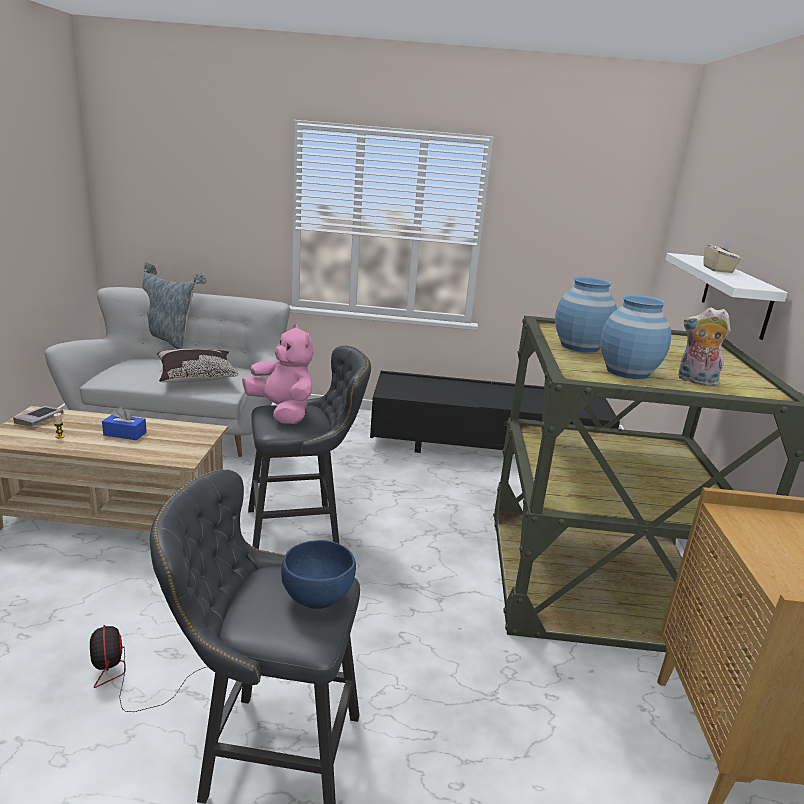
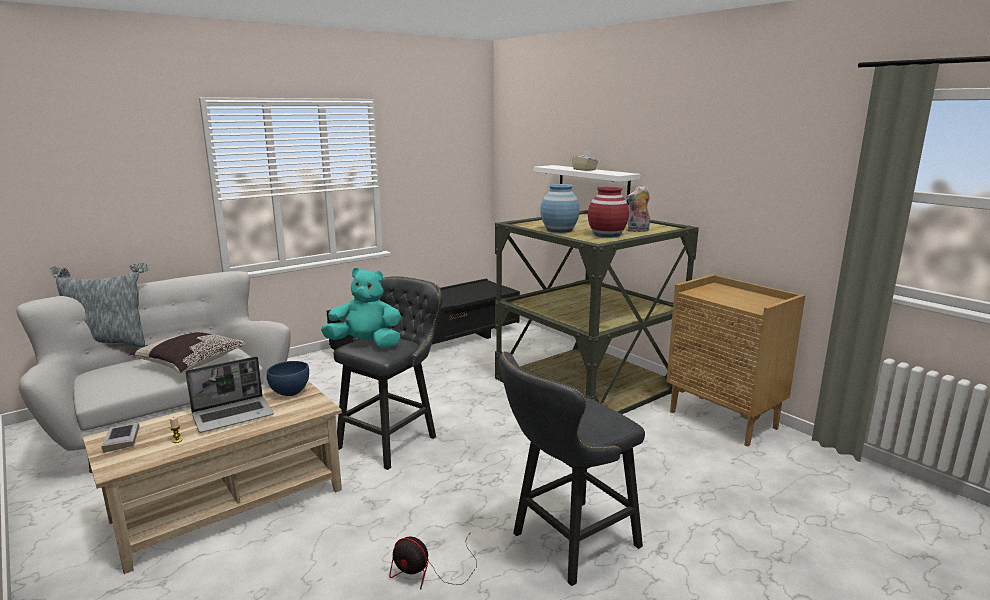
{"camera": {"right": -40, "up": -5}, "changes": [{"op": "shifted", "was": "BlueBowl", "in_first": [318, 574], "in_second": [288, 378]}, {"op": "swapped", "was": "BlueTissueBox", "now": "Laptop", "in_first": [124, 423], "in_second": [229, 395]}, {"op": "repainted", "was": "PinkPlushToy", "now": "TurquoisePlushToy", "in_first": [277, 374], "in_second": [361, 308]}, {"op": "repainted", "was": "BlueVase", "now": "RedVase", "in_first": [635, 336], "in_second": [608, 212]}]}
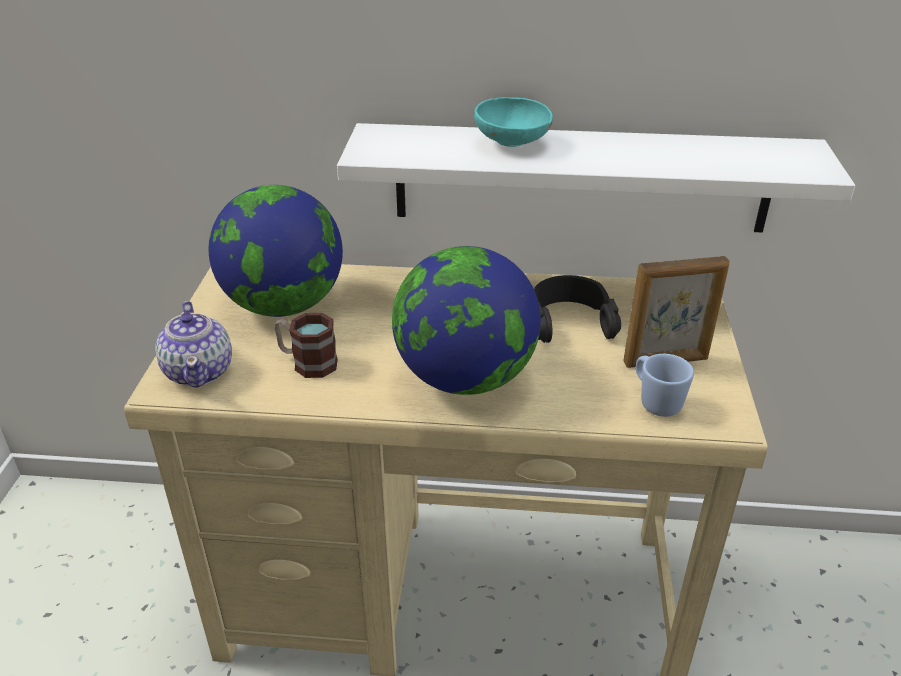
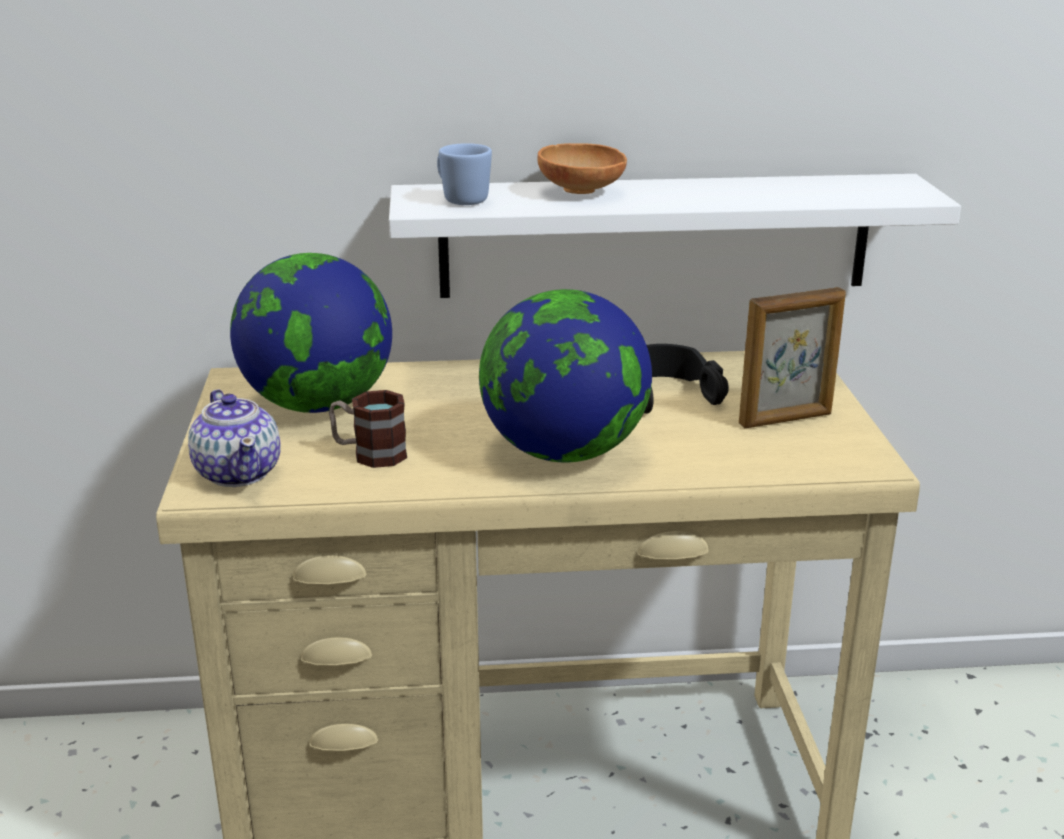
{"camera": {"right": -10, "up": -10}, "changes": [{"op": "shifted", "was": "BlueMug", "in_first": [665, 385], "in_second": [464, 174]}, {"op": "repainted", "was": "TurquoiseBowl", "now": "BrownBowl", "in_first": [513, 122], "in_second": [582, 168]}]}
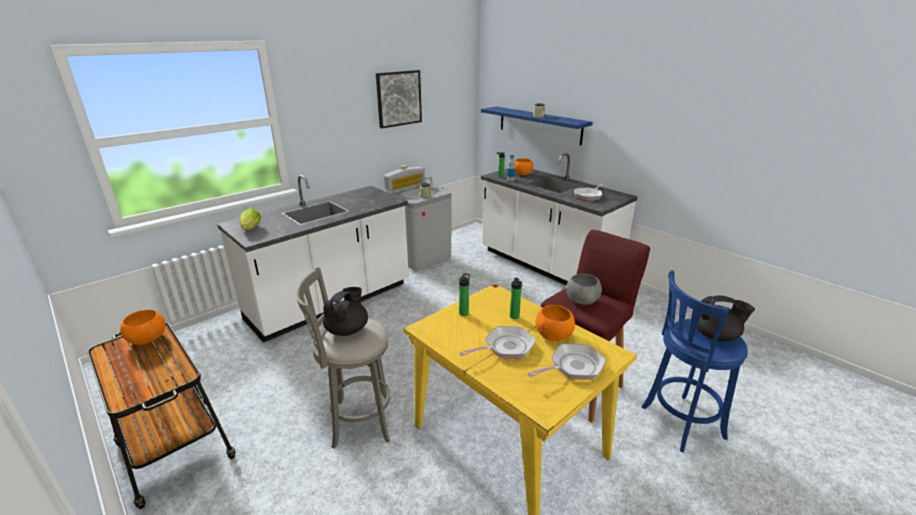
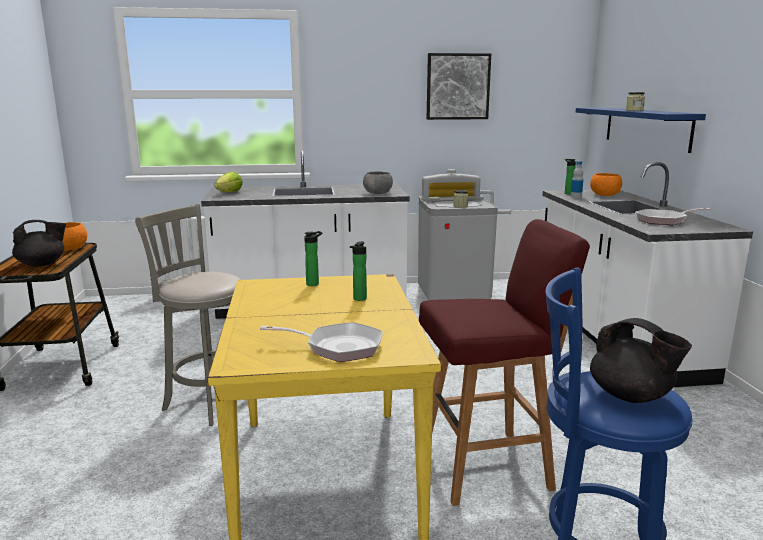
{"camera": {"right": 35, "up": -10}, "changes": [{"op": "gone", "was": "FryingPan", "in_first": [497, 342]}, {"op": "gone", "was": "OrangeBowl", "in_first": [555, 323]}, {"op": "shifted", "was": "BlackTeapot", "in_first": [345, 311], "in_second": [39, 243]}, {"op": "shifted", "was": "GreyBowl", "in_first": [584, 289], "in_second": [378, 182]}]}
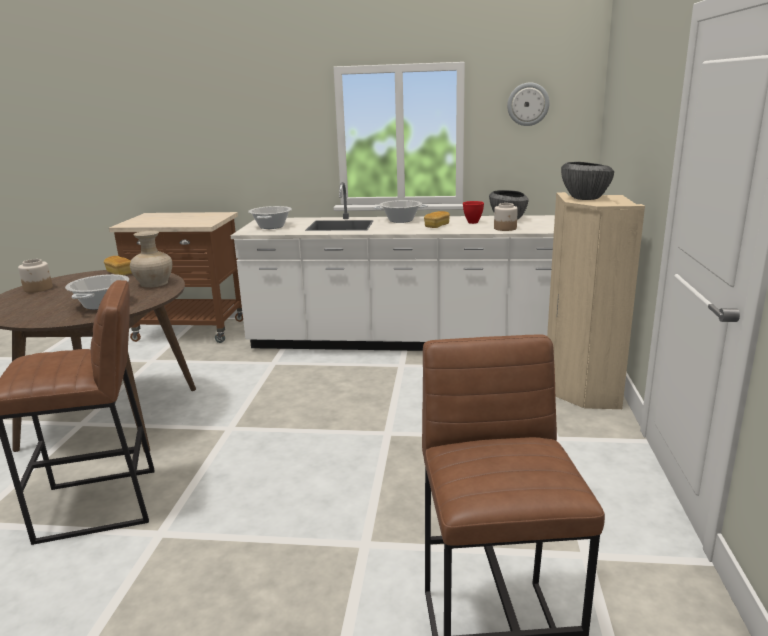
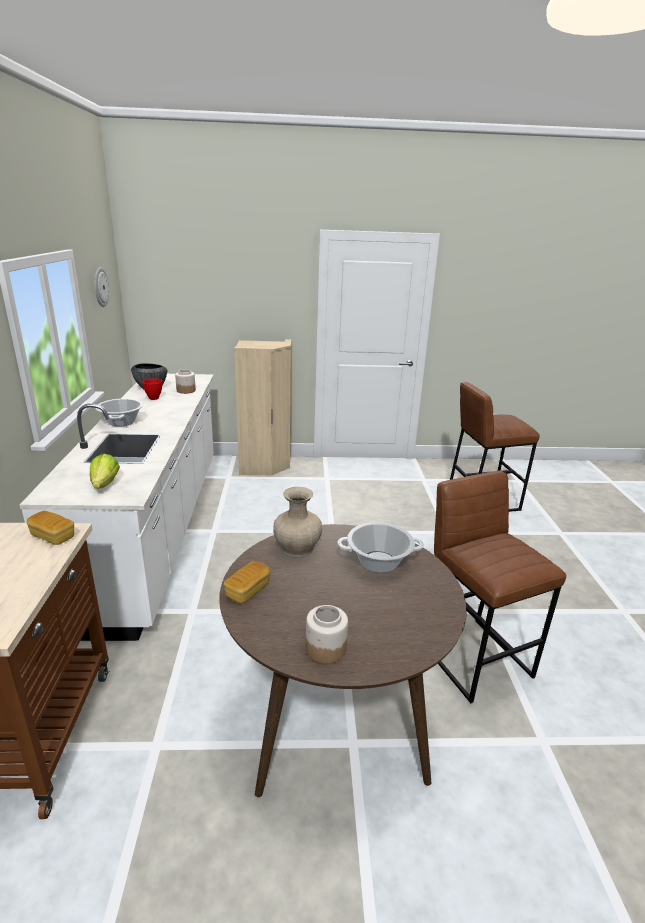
{"camera": {"right": -100, "up": 5}, "changes": [{"op": "gone", "was": "Bowl", "in_first": [587, 181]}, {"op": "shifted", "was": "Bread", "in_first": [437, 219], "in_second": [50, 528]}, {"op": "swapped", "was": "CookingPot", "now": "Lettuce", "in_first": [270, 217], "in_second": [105, 471]}]}
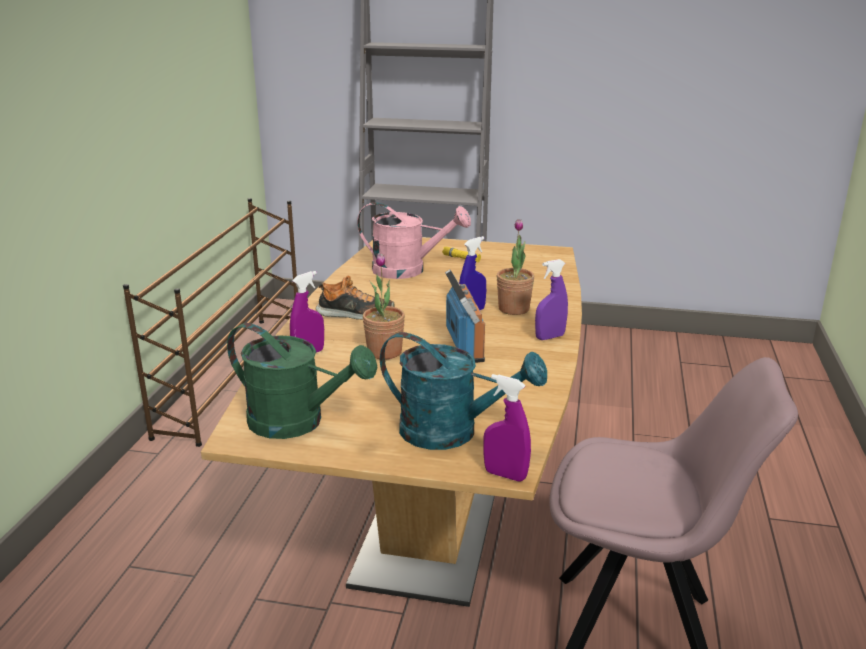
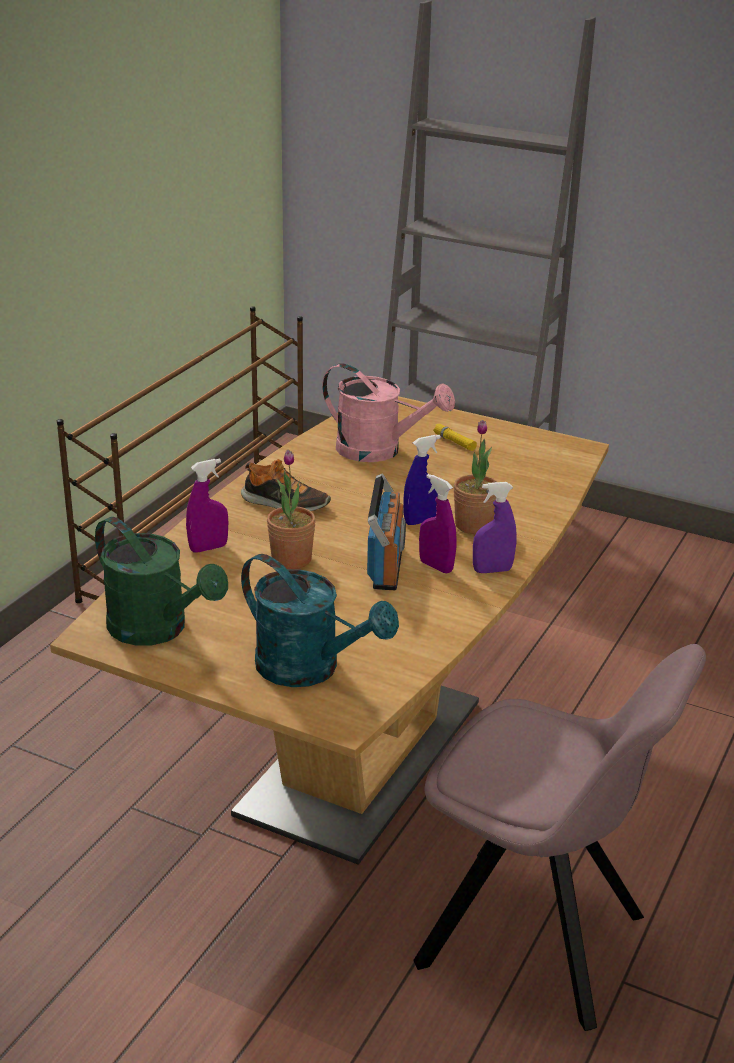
{"camera": {"right": 15, "up": 5}, "changes": [{"op": "shifted", "was": "PurpleSprayBottle", "in_first": [507, 427], "in_second": [437, 523]}]}
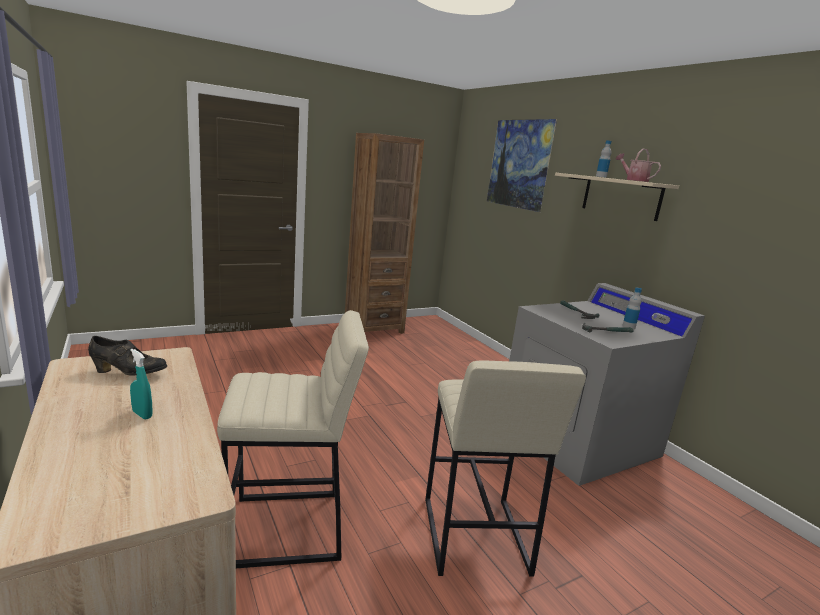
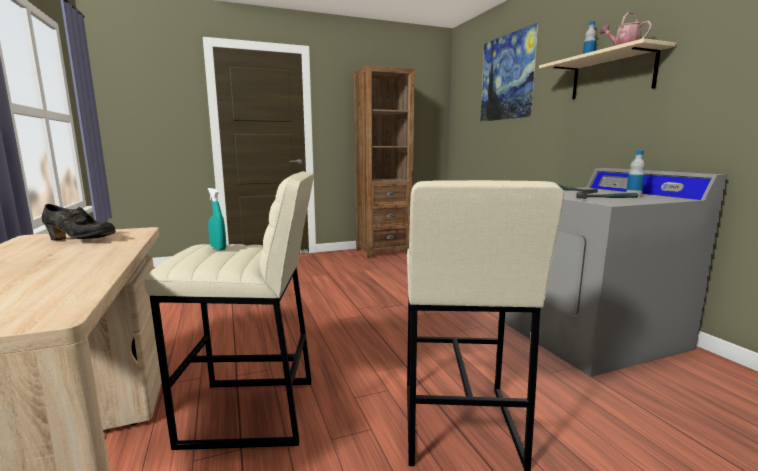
{"camera": {"right": 10, "up": -5}, "changes": [{"op": "shifted", "was": "TurquoiseSprayBottle", "in_first": [141, 384], "in_second": [217, 219]}]}
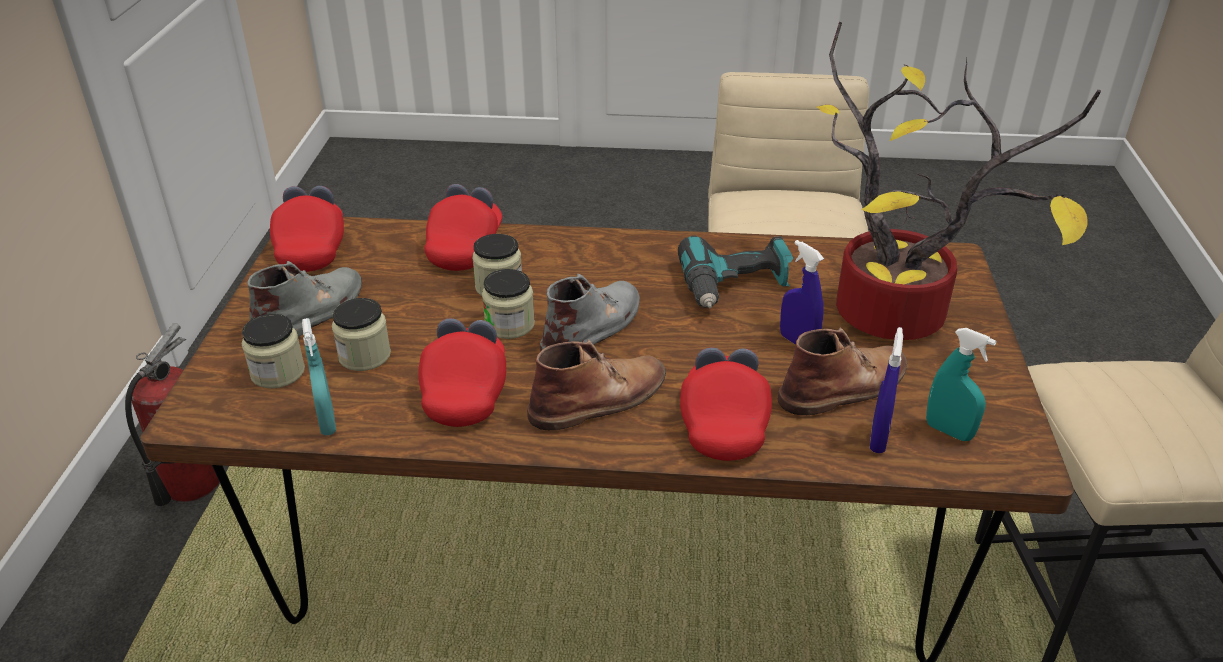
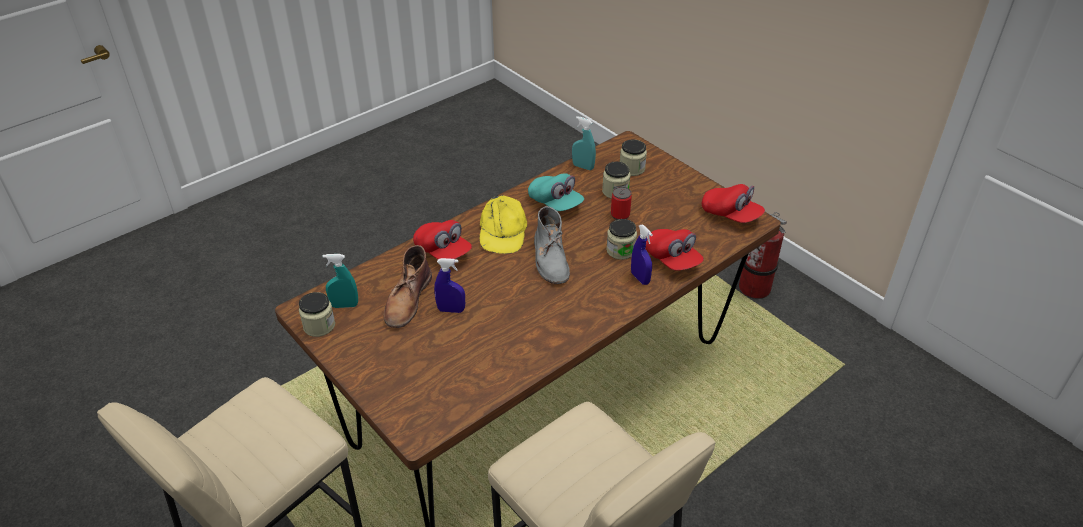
{"camera": {"right": 135, "up": 5}, "changes": [{"op": "gone", "was": "GreyBoot", "in_first": [304, 299]}, {"op": "gone", "was": "PowerDrill", "in_first": [735, 271]}, {"op": "gone", "was": "PottedPlant", "in_first": [959, 181]}, {"op": "new", "now": "Can", "in_second": [621, 203]}, {"op": "shifted", "was": "Jar", "in_first": [508, 304], "in_second": [317, 314]}, {"op": "shifted", "was": "BlueSprayBottle", "in_first": [886, 390], "in_second": [642, 255]}, {"op": "swapped", "was": "BrownBoot", "now": "YellowCap", "in_first": [596, 385], "in_second": [503, 224]}, {"op": "repainted", "was": "RedCap", "now": "TurquoiseCap", "in_first": [462, 372], "in_second": [556, 192]}]}
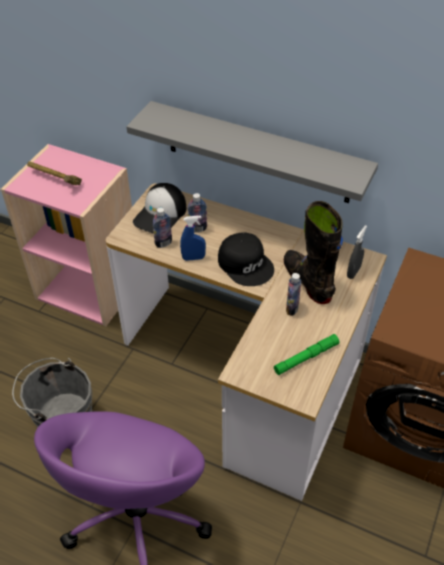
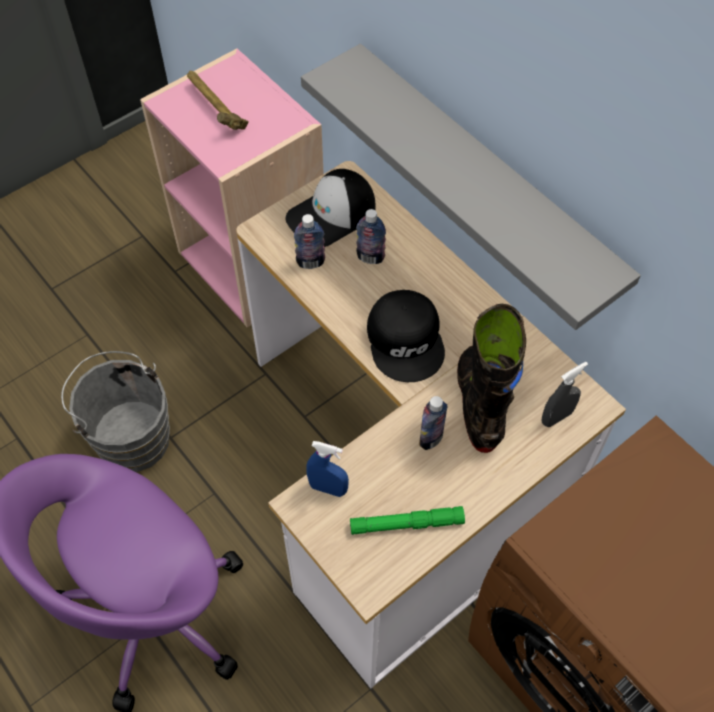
{"camera": {"right": 25, "up": 10}, "changes": [{"op": "shifted", "was": "BlueSprayBottle", "in_first": [193, 238], "in_second": [327, 469]}]}
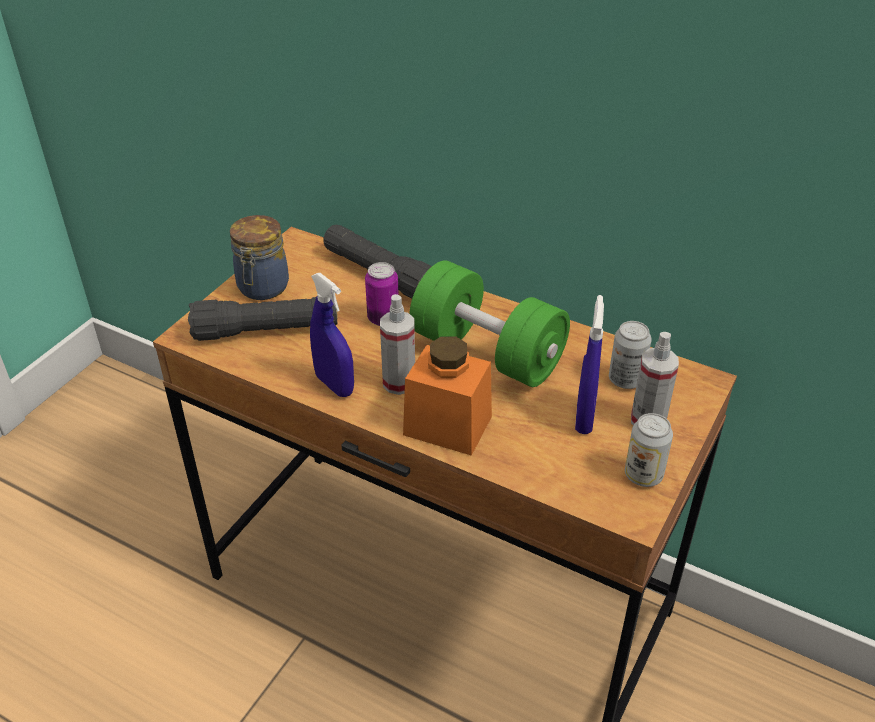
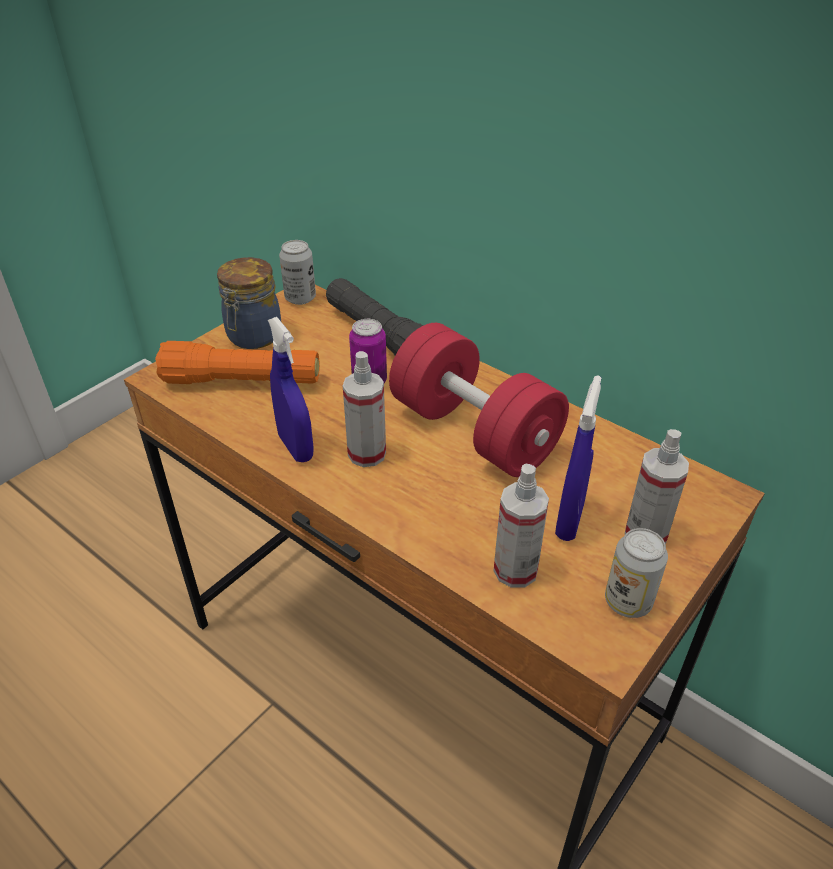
{"camera": {"right": 10, "up": 0}, "changes": [{"op": "gone", "was": "OrangeJar", "in_first": [447, 396]}, {"op": "new", "now": "SprayBottle", "in_second": [521, 526]}, {"op": "shifted", "was": "Can", "in_first": [630, 355], "in_second": [297, 272]}, {"op": "repainted", "was": "BlackFlashlight", "now": "OrangeFlashlight", "in_first": [263, 319], "in_second": [237, 362]}, {"op": "repainted", "was": "GreenDumbbell", "now": "RedDumbbell", "in_first": [490, 323], "in_second": [479, 400]}]}
